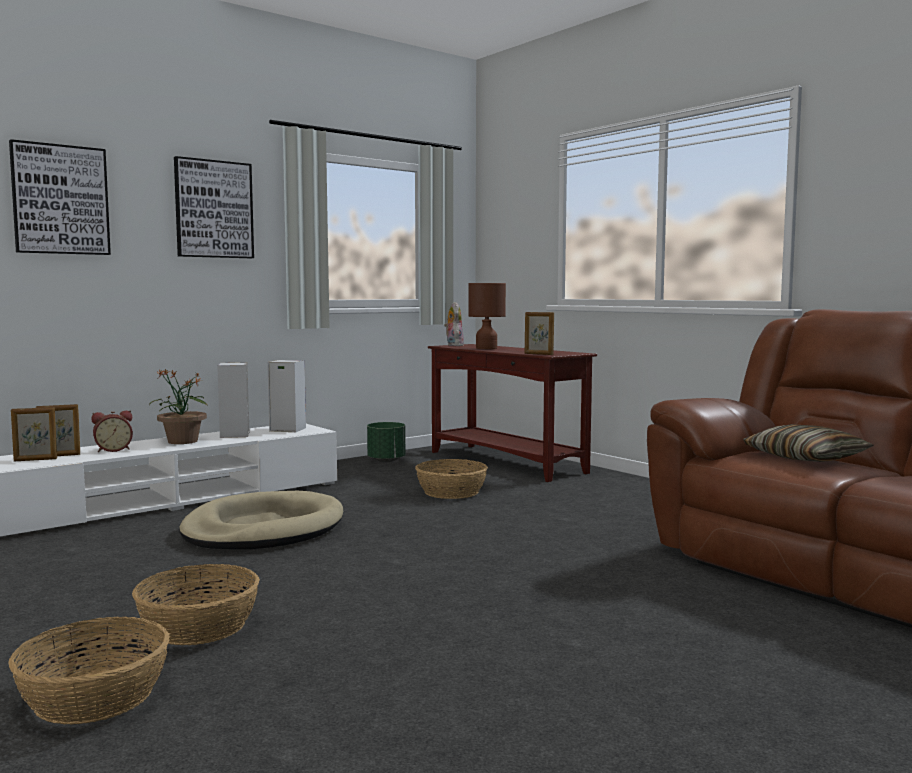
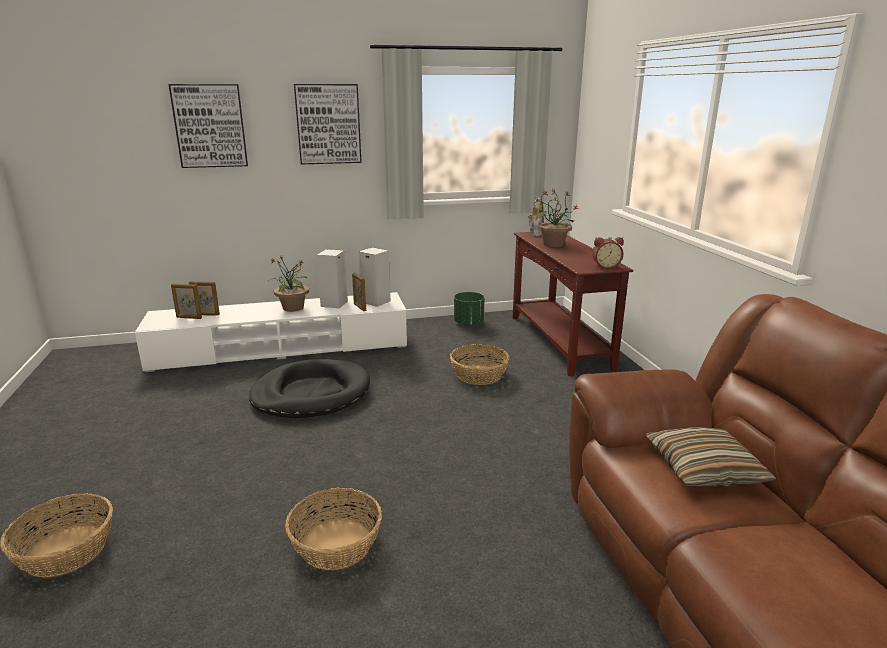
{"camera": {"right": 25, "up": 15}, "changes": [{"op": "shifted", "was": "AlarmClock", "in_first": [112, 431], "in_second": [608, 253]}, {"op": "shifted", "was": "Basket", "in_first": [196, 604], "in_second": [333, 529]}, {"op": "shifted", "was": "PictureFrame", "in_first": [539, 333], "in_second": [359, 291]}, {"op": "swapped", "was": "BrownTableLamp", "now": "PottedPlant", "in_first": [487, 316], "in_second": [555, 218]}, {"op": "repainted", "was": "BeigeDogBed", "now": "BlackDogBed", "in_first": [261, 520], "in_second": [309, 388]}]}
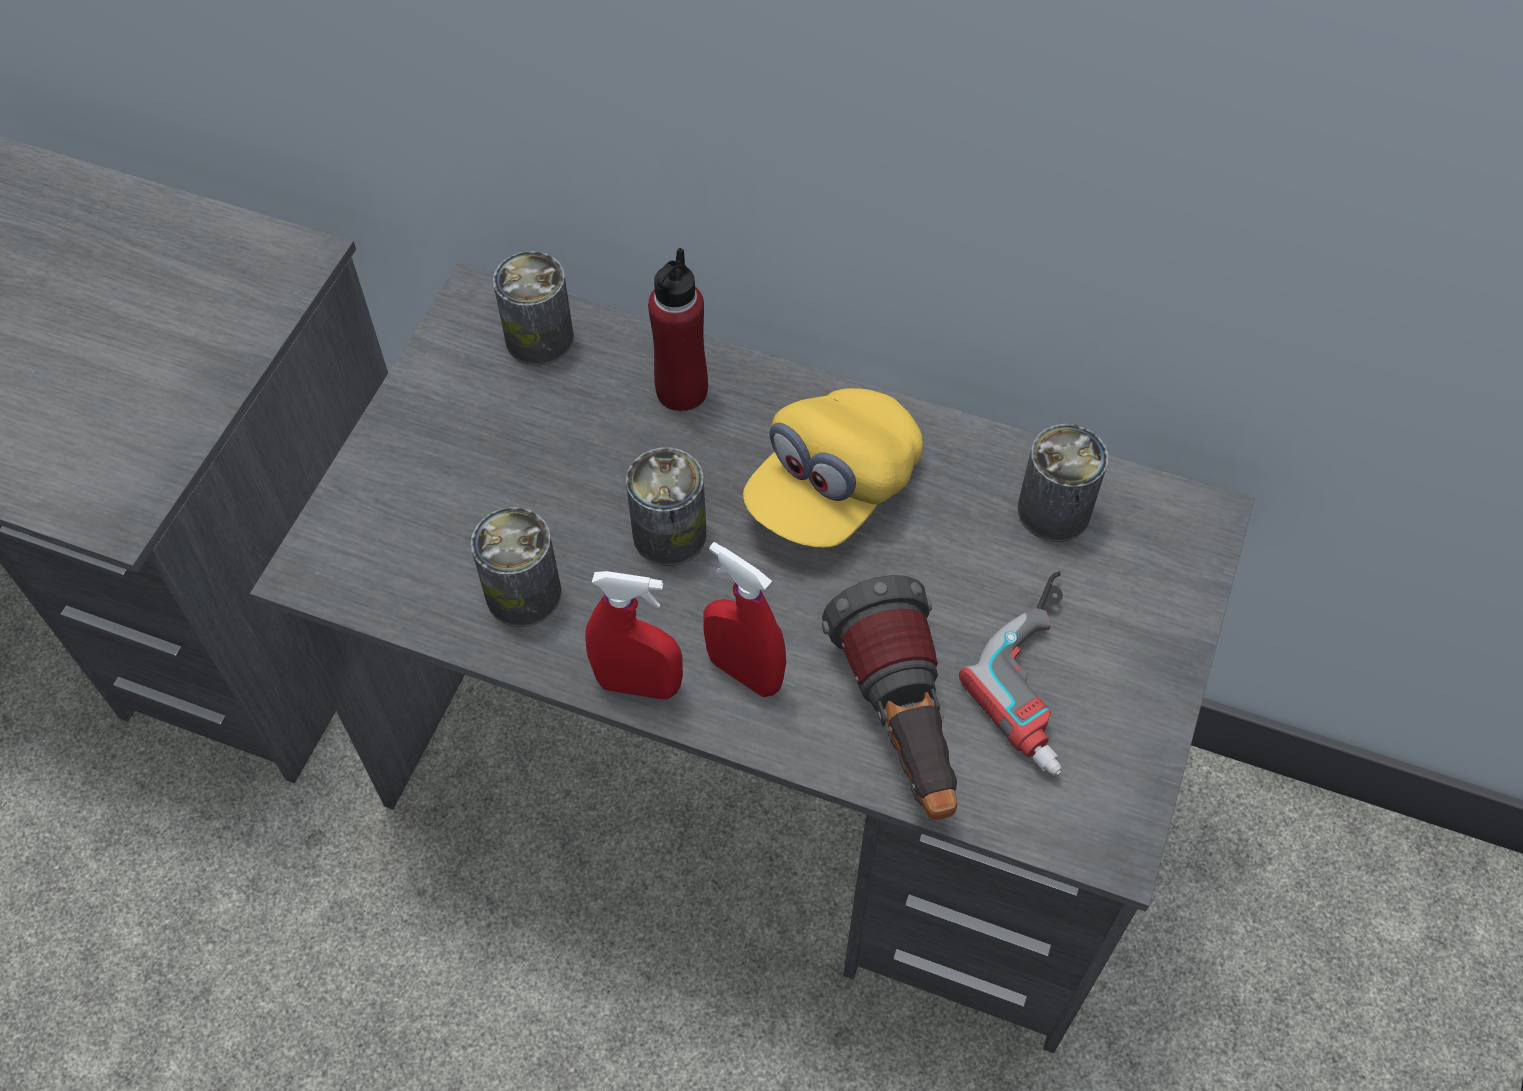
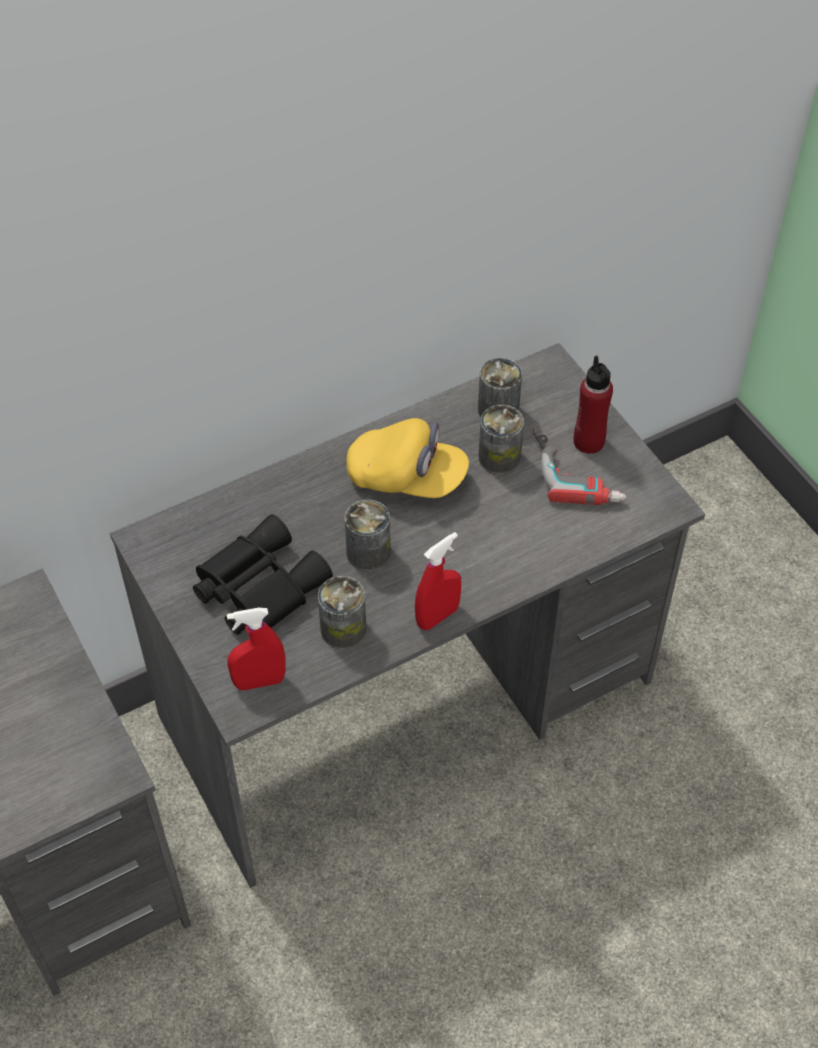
{"camera": {"right": -50, "up": -5}, "changes": [{"op": "gone", "was": "Flashlight", "in_first": [890, 697]}, {"op": "new", "now": "BlackBinoculars", "in_second": [263, 574]}, {"op": "shifted", "was": "Can", "in_first": [533, 308], "in_second": [501, 439]}, {"op": "shifted", "was": "RedBottle", "in_first": [678, 329], "in_second": [593, 405]}, {"op": "shifted", "was": "RedSprayBottle", "in_first": [744, 619], "in_second": [256, 649]}, {"op": "rotated", "was": "YellowCap", "in_first": [833, 468], "in_second": [407, 458], "clockwise": -60}]}
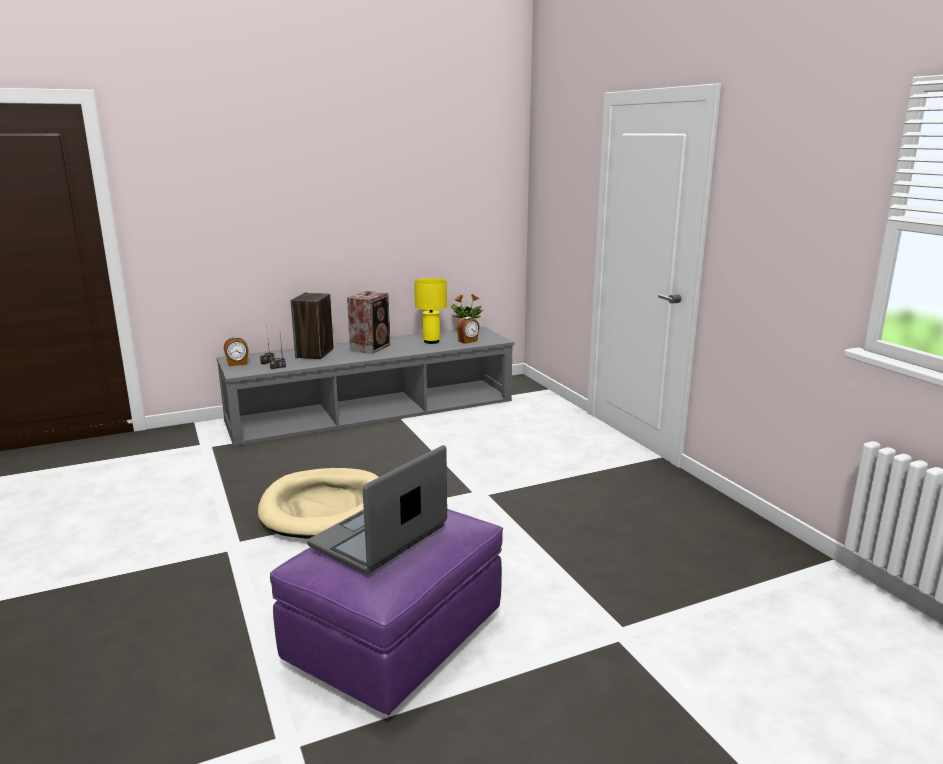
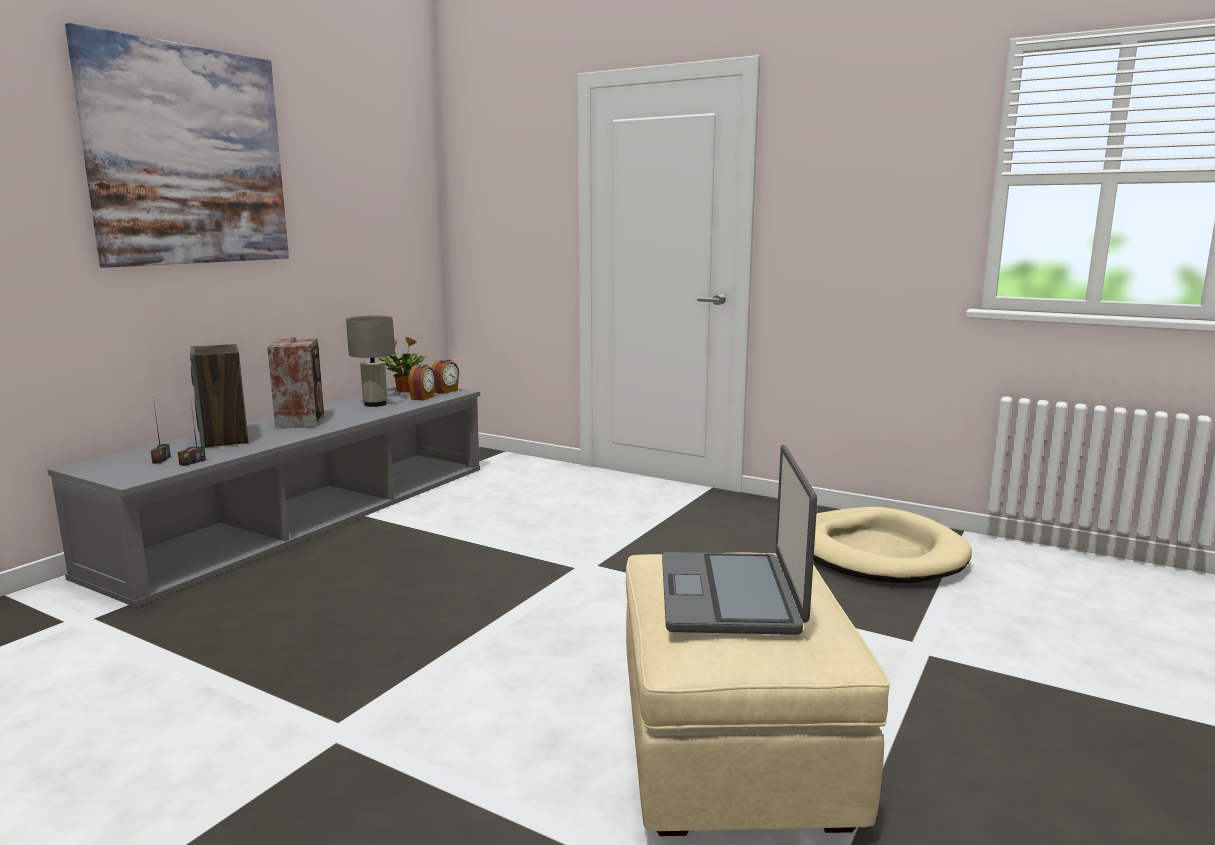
{"camera": {"right": -35, "up": -5}, "changes": [{"op": "new", "now": "Picture", "in_second": [177, 145]}, {"op": "shifted", "was": "AlarmClock", "in_first": [236, 351], "in_second": [445, 376]}, {"op": "shifted", "was": "BeigeDogBed", "in_first": [318, 503], "in_second": [892, 545]}, {"op": "repainted", "was": "PurpleOttoman", "now": "BeigeOttoman", "in_first": [386, 612], "in_second": [758, 694]}, {"op": "repainted", "was": "YellowTableLamp", "now": "GreyTableLamp", "in_first": [431, 311], "in_second": [370, 361]}]}
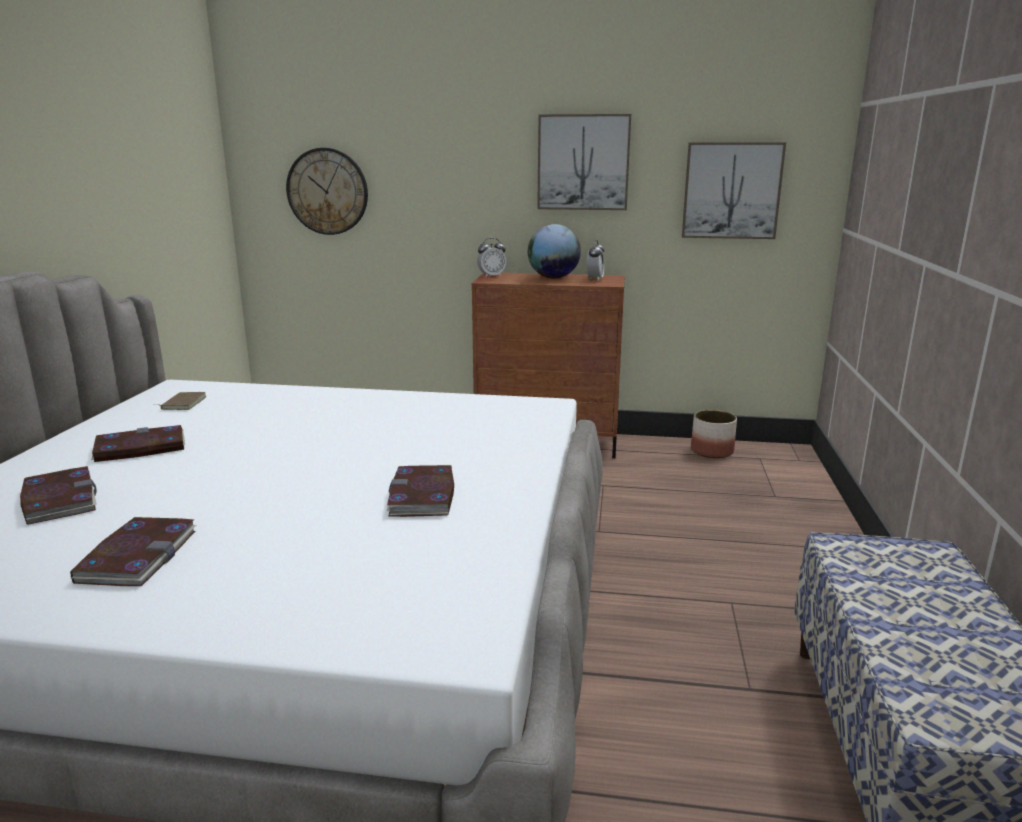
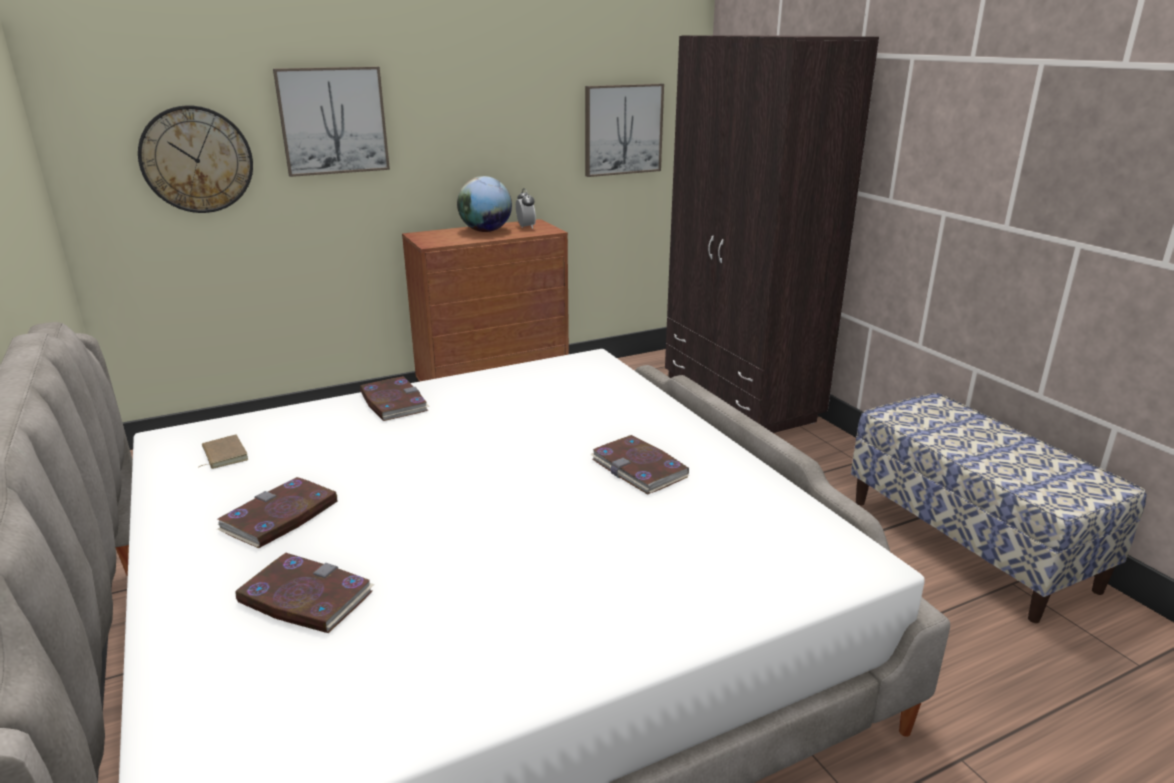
{"camera": {"right": -35, "up": 5}, "changes": [{"op": "gone", "was": "AlarmClock", "in_first": [491, 257]}, {"op": "gone", "was": "Planter", "in_first": [714, 434]}, {"op": "new", "now": "BrownWardrobe", "in_second": [772, 234]}, {"op": "shifted", "was": "Book", "in_first": [133, 551], "in_second": [394, 398]}, {"op": "shifted", "was": "Picture", "in_first": [584, 162], "in_second": [331, 122]}]}
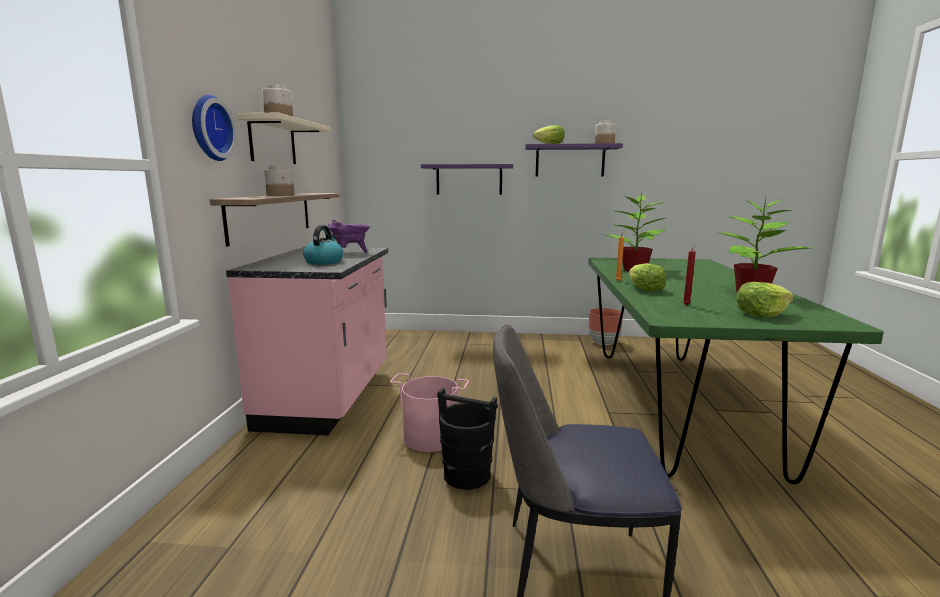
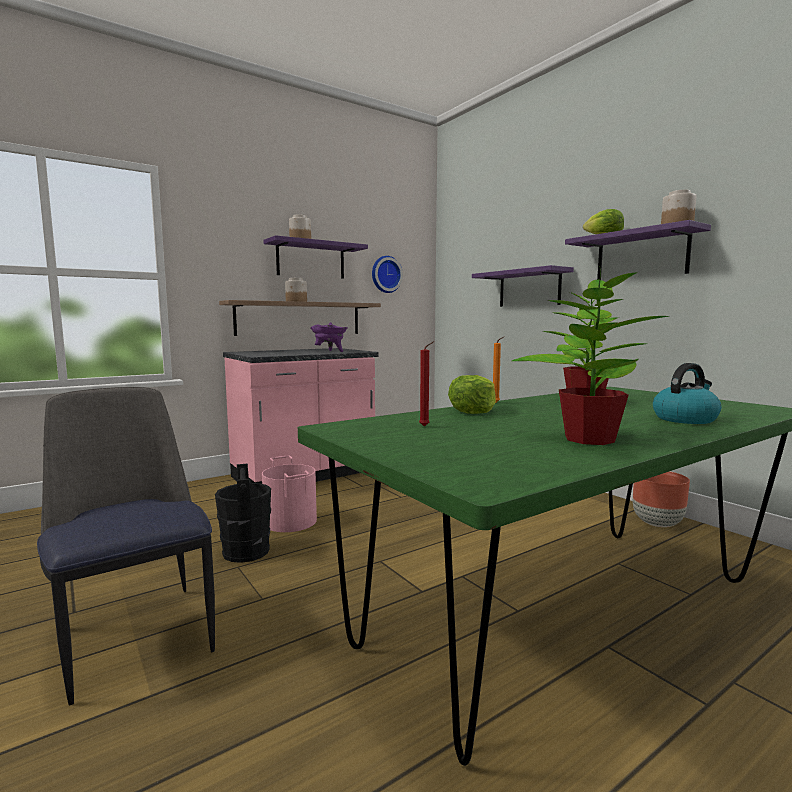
{"camera": {"right": 50, "up": -5}, "changes": [{"op": "gone", "was": "Lettuce", "in_first": [765, 299]}, {"op": "shifted", "was": "WallClock", "in_first": [214, 128], "in_second": [387, 274]}, {"op": "shifted", "was": "Kettle", "in_first": [323, 245], "in_second": [687, 393]}, {"op": "repainted", "was": "BeigeShelf", "now": "PurpleShelf", "in_first": [284, 138], "in_second": [316, 257]}]}
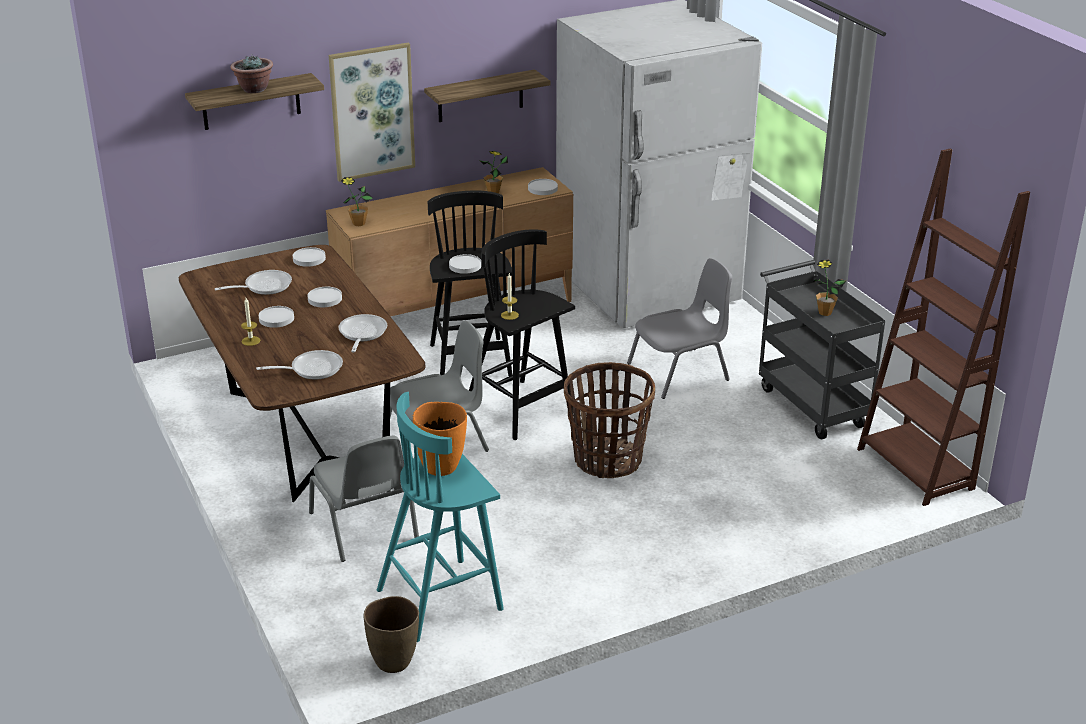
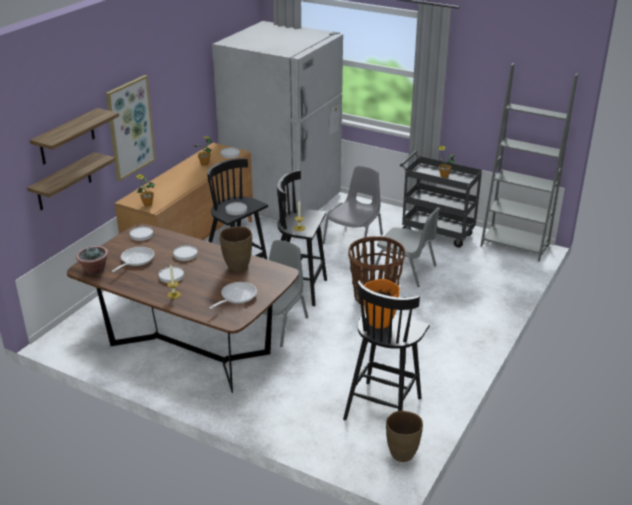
{"camera": {"right": -35, "up": 0}, "changes": [{"op": "shifted", "was": "PottedPlant", "in_first": [251, 74], "in_second": [92, 260]}, {"op": "shifted", "was": "GreyChair", "in_first": [364, 499], "in_second": [407, 247]}, {"op": "shifted", "was": "Shelf", "in_first": [487, 95], "in_second": [71, 181]}, {"op": "swapped", "was": "FryingPan", "now": "BrownVase", "in_first": [363, 333], "in_second": [235, 249]}, {"op": "repainted", "was": "TurquoiseStool", "now": "BlackStool", "in_first": [440, 517], "in_second": [386, 350]}, {"op": "repainted", "was": "BrownBookcase", "now": "GreyBookcase", "in_first": [943, 327], "in_second": [529, 162]}]}
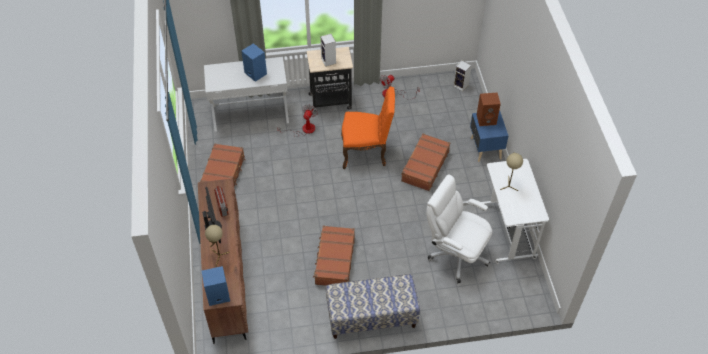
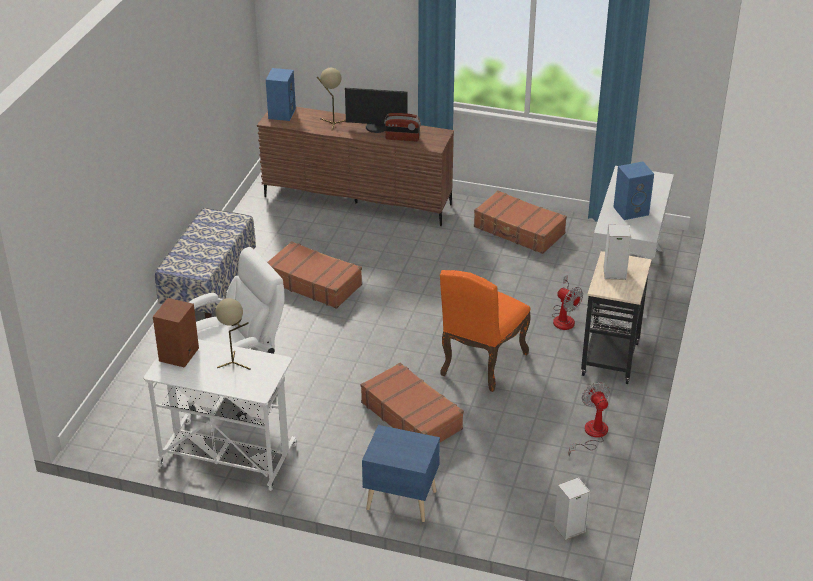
{"camera": {"right": 115, "up": -15}, "changes": [{"op": "shifted", "was": "BrownSpeaker", "in_first": [489, 109], "in_second": [176, 333]}]}
